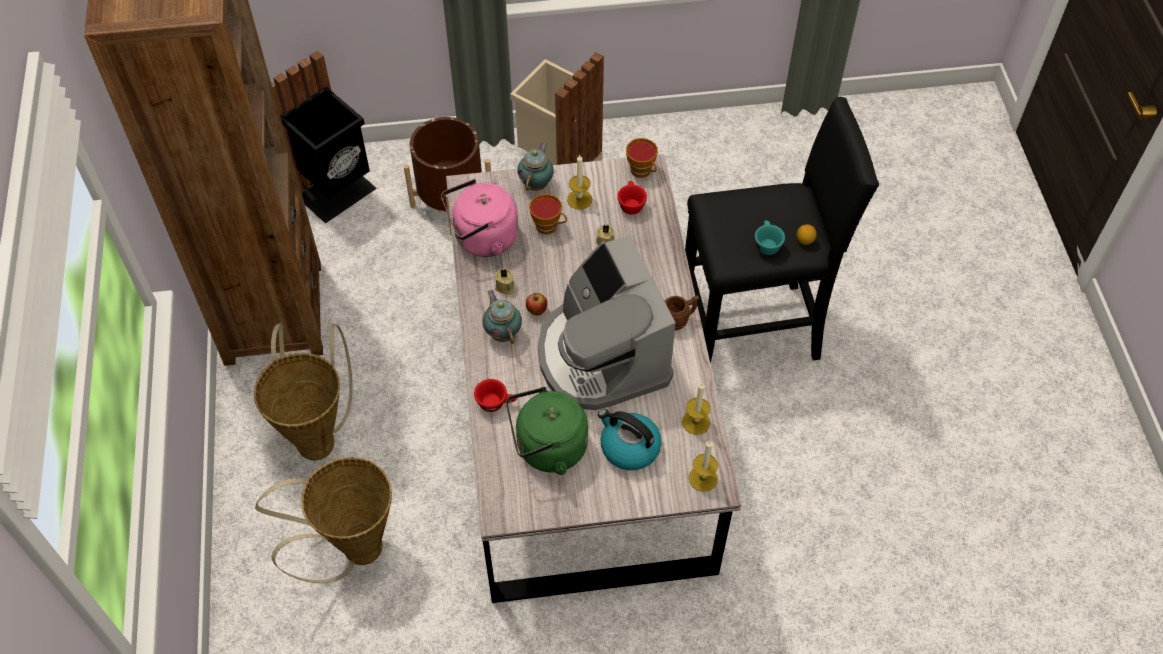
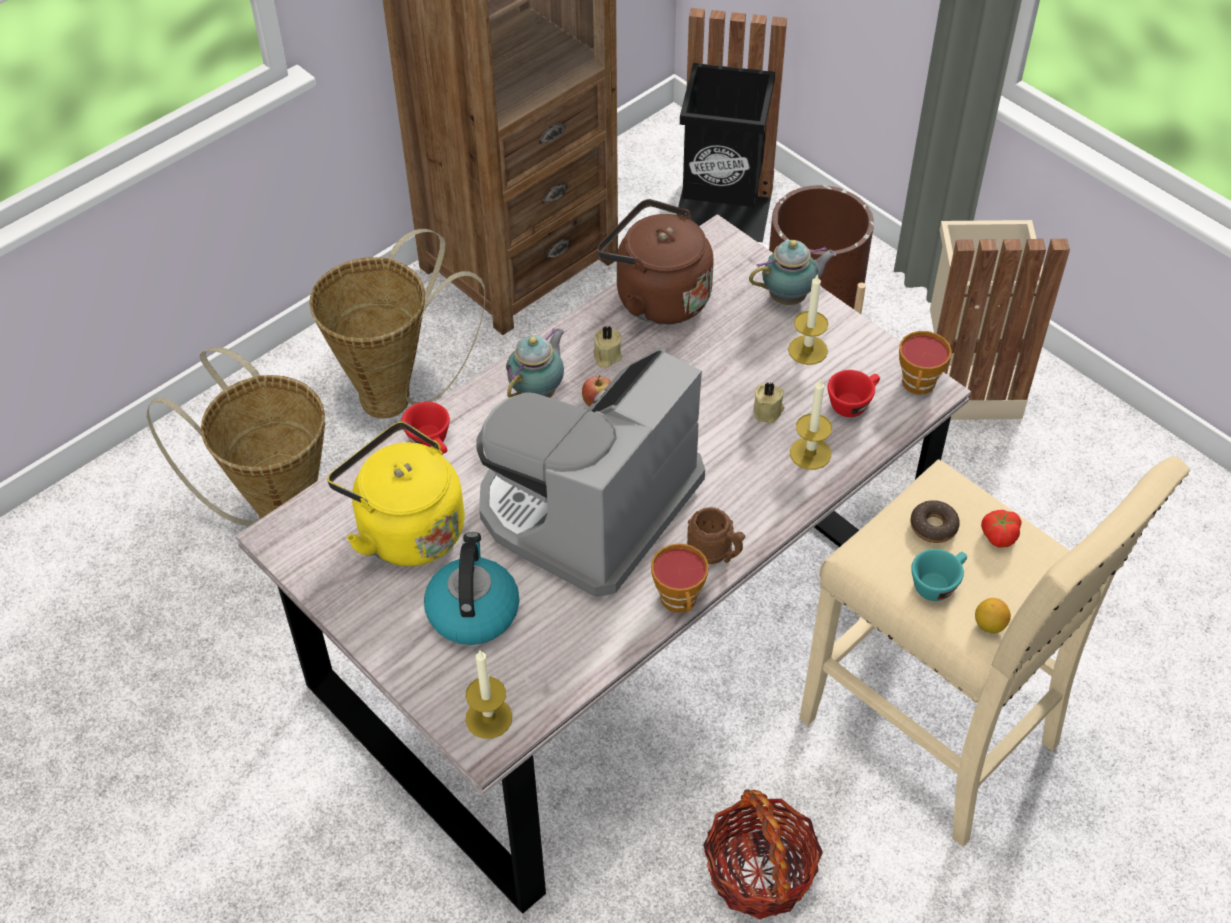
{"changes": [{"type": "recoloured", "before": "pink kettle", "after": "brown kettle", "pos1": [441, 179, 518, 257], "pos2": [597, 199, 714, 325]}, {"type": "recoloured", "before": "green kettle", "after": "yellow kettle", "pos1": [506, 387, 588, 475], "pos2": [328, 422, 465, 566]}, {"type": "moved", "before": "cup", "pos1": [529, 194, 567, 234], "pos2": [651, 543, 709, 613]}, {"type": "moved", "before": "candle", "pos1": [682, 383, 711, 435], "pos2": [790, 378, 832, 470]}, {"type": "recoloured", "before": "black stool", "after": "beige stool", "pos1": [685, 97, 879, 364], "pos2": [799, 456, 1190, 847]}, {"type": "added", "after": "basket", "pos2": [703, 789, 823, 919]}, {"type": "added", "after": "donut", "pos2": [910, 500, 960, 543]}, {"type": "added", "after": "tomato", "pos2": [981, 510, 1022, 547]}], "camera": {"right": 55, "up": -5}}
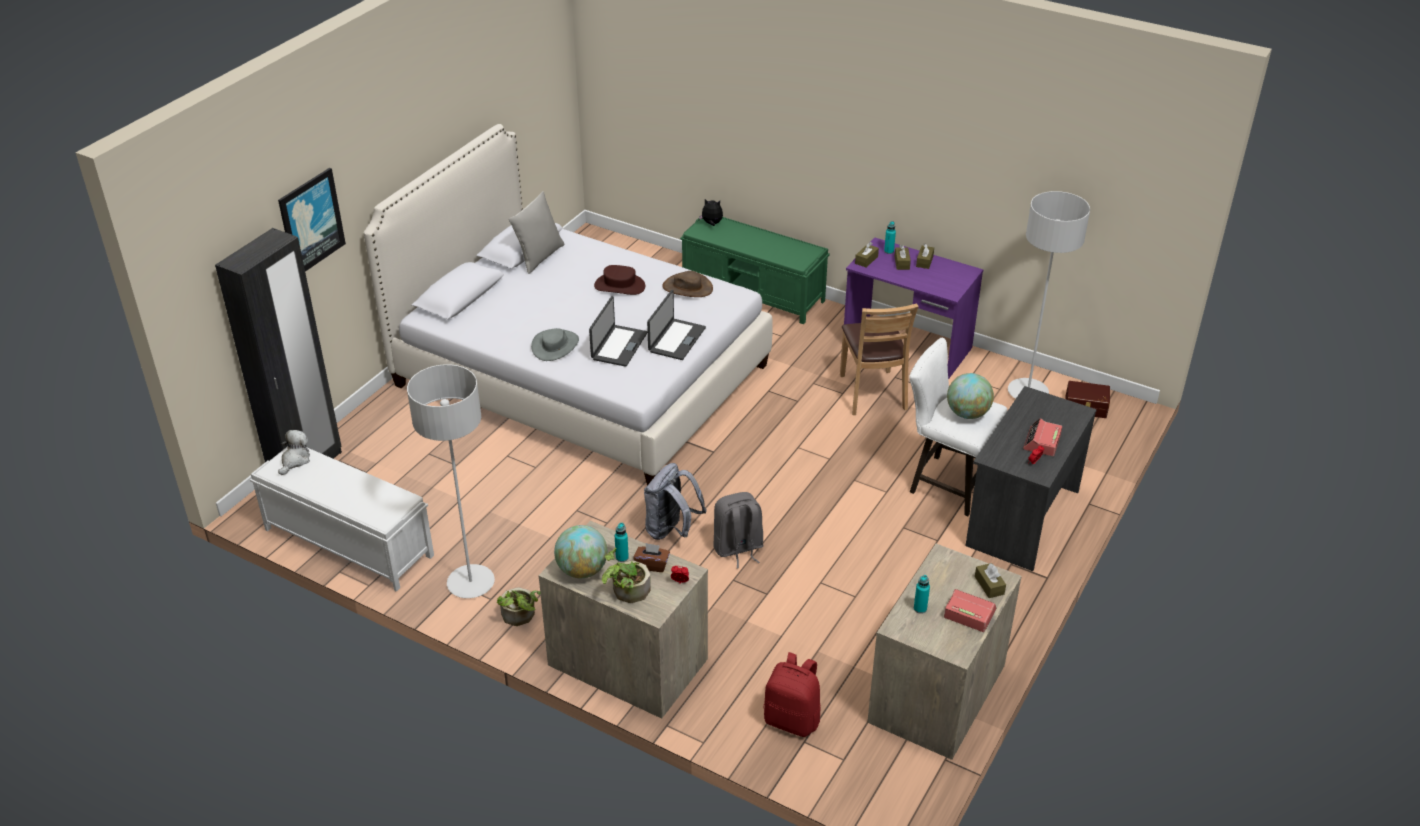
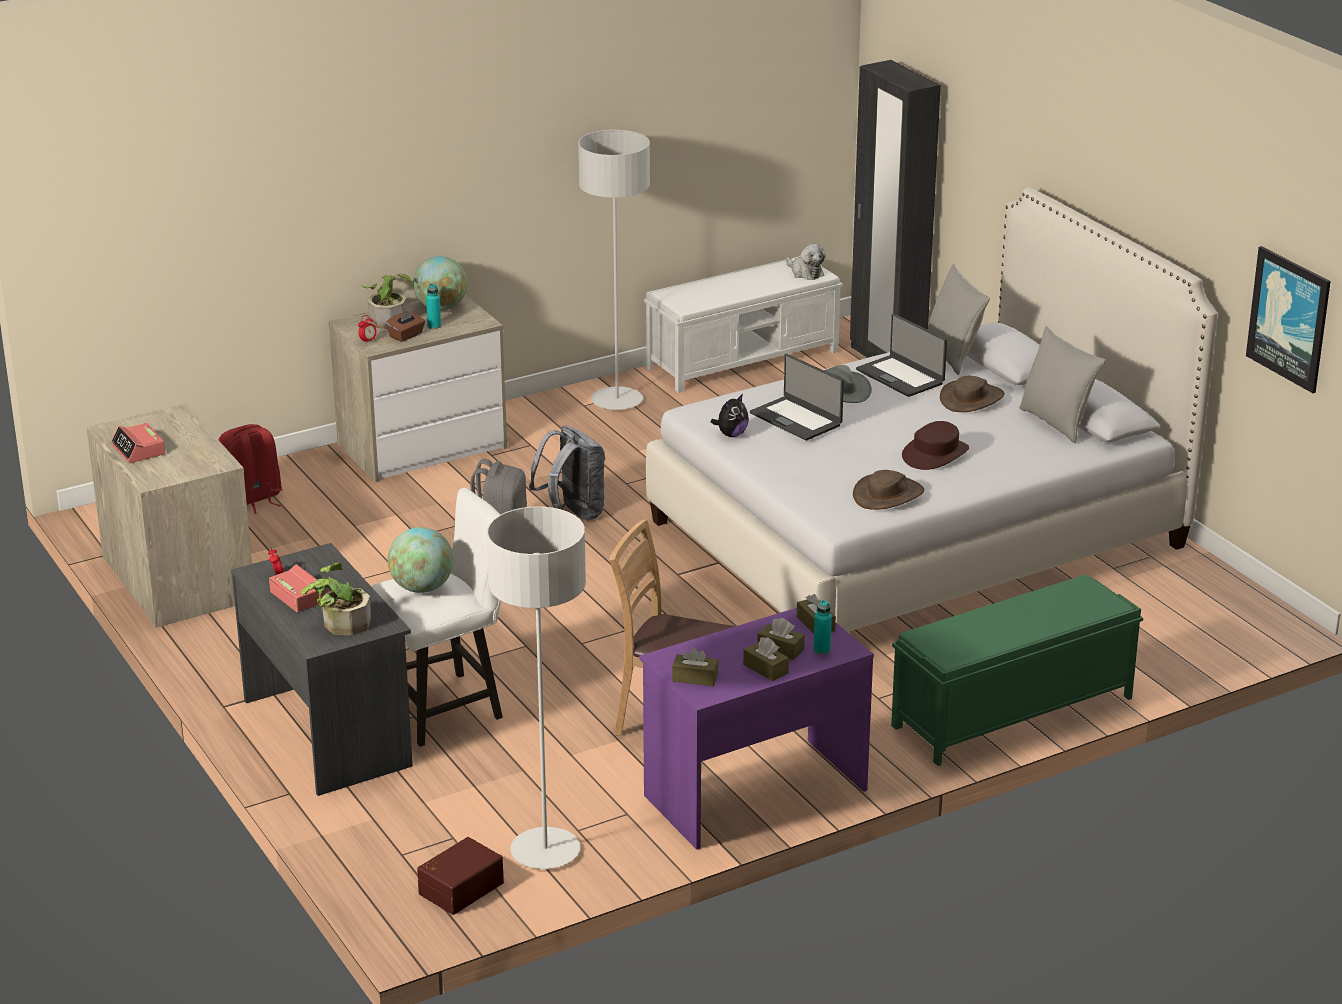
{"changes": [{"type": "moved", "before": "picture", "pos1": [278, 168, 346, 272], "pos2": [1246, 246, 1331, 393]}, {"type": "moved", "before": "potted plant", "pos1": [497, 587, 540, 626], "pos2": [301, 563, 371, 636]}, {"type": "moved", "before": "laptop", "pos1": [647, 290, 706, 360], "pos2": [856, 313, 947, 397]}, {"type": "moved", "before": "plush toy", "pos1": [699, 199, 723, 226], "pos2": [711, 394, 749, 437]}, {"type": "removed", "before": "turquoise bottle", "pos1": [914, 575, 930, 614]}, {"type": "turned", "before": "alarm clock", "pos1": [944, 589, 996, 632], "pos2": [111, 423, 165, 463], "turn": 90}, {"type": "moved", "before": "brown tissue box", "pos1": [975, 563, 1006, 598], "pos2": [672, 648, 718, 686]}, {"type": "added", "after": "grey pillow", "pos2": [928, 264, 990, 375]}, {"type": "added", "after": "brown hat", "pos2": [940, 376, 1005, 412]}], "camera": {"right": 120, "up": -10}}
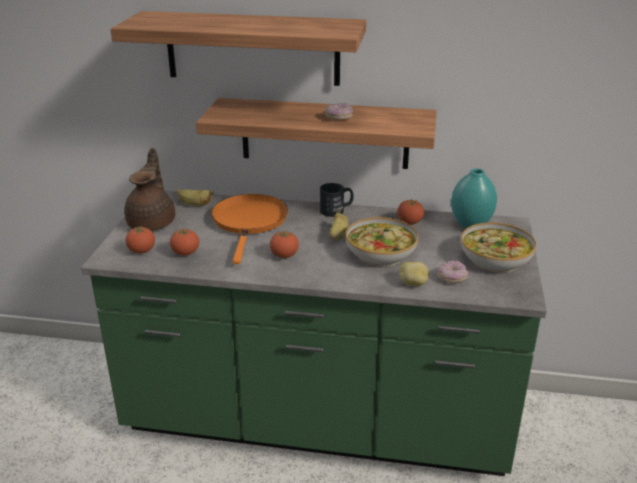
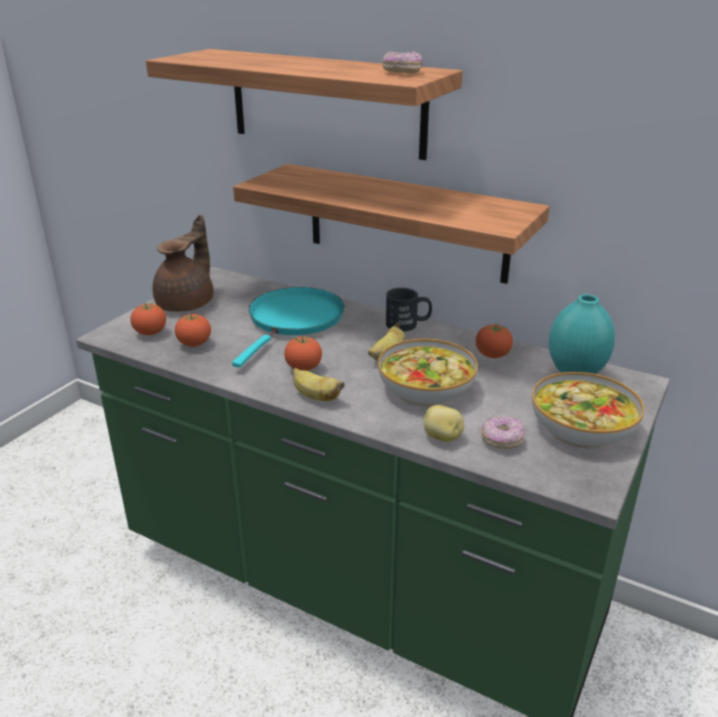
{"changes": [{"type": "moved", "before": "banana", "pos1": [177, 189, 214, 206], "pos2": [293, 368, 345, 401]}, {"type": "recoloured", "before": "orange frying pan", "after": "turquoise frying pan", "pos1": [211, 194, 288, 264], "pos2": [232, 287, 344, 368]}, {"type": "moved", "before": "donut", "pos1": [325, 103, 353, 120], "pos2": [382, 51, 423, 73]}], "camera": {"right": 20, "up": 0}}
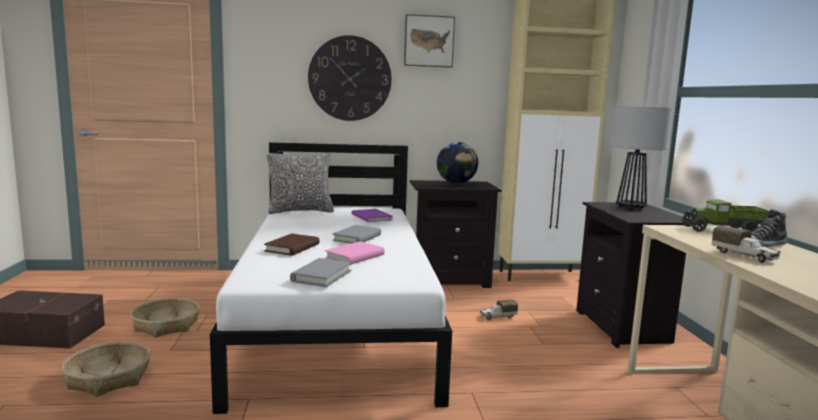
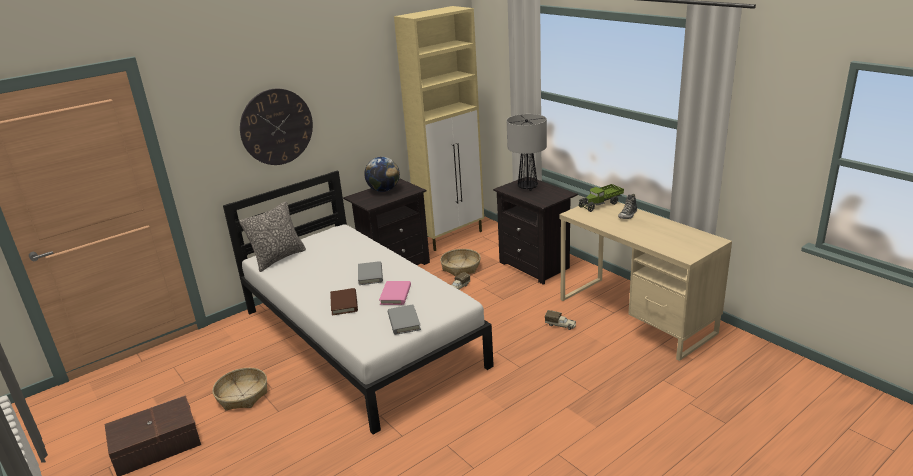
{"changes": [{"type": "moved", "before": "basket", "pos1": [62, 342, 151, 397], "pos2": [440, 249, 481, 277]}, {"type": "removed", "before": "purple book", "pos1": [352, 209, 393, 222]}, {"type": "removed", "before": "picture", "pos1": [404, 14, 455, 68]}, {"type": "moved", "before": "toy truck", "pos1": [712, 225, 780, 263], "pos2": [545, 310, 576, 330]}], "camera": {"right": -30, "up": 15}}
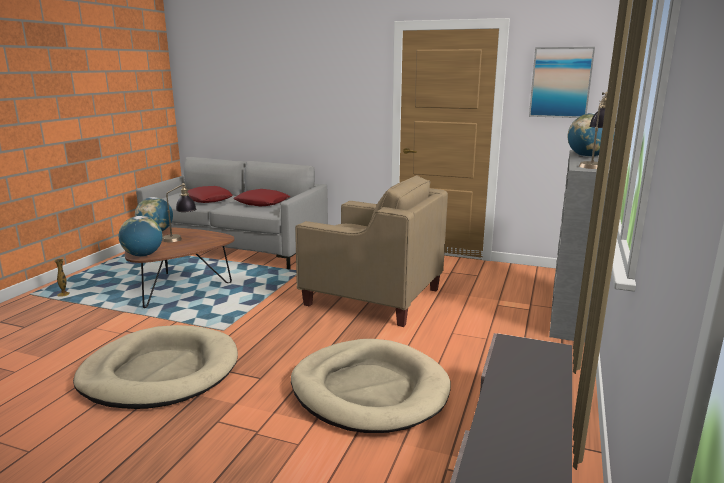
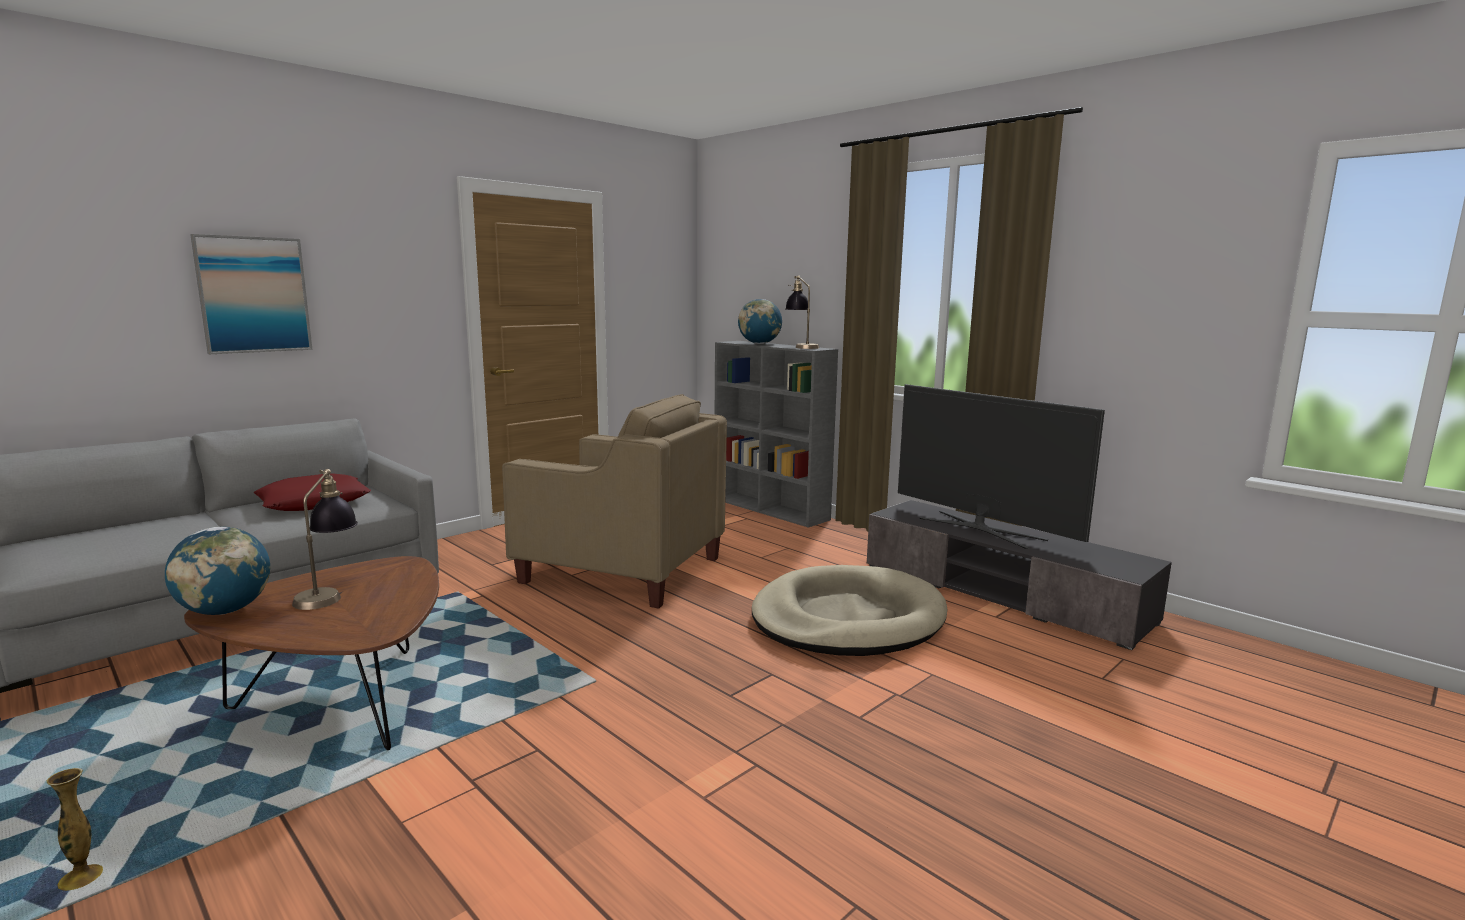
{"changes": [{"type": "removed", "before": "beige dog bed", "pos1": [73, 325, 238, 409]}, {"type": "removed", "before": "globe", "pos1": [119, 216, 163, 256]}, {"type": "removed", "before": "red pillow", "pos1": [188, 186, 233, 203]}, {"type": "turned", "before": "beige armchair", "pos1": [295, 175, 448, 327], "pos2": [502, 394, 727, 609], "turn": 60}, {"type": "moved", "before": "picture", "pos1": [529, 47, 595, 118], "pos2": [190, 234, 313, 354]}, {"type": "added", "after": "television", "pos2": [898, 384, 1105, 549]}], "camera": {"right": -65, "up": -5}}
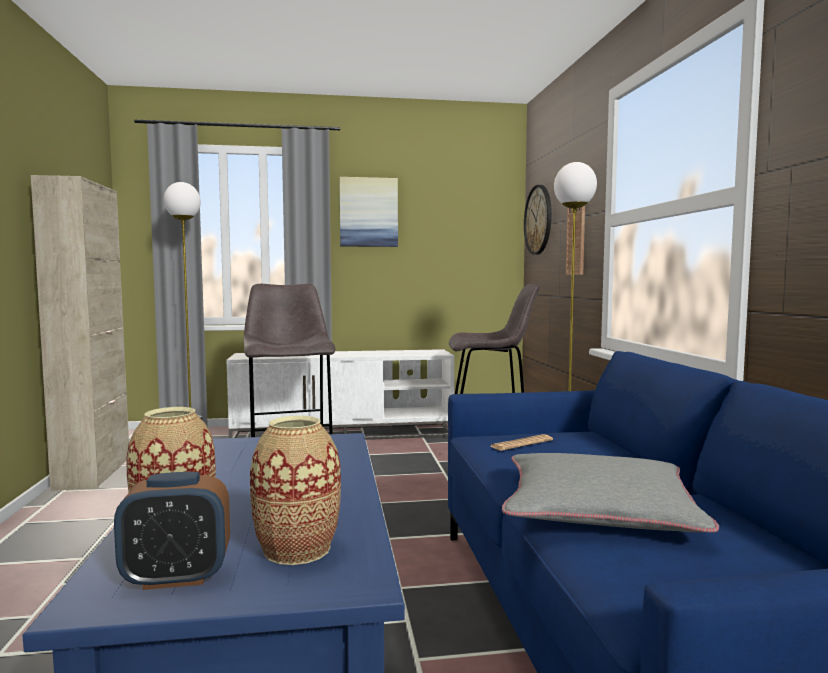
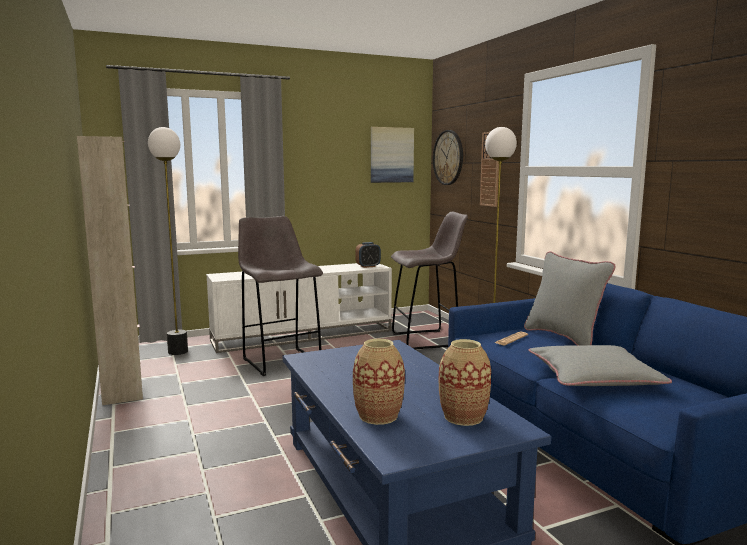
{"changes": [{"type": "moved", "before": "alarm clock", "pos1": [114, 472, 230, 590], "pos2": [355, 242, 381, 268]}, {"type": "moved", "before": "picture", "pos1": [339, 177, 398, 247], "pos2": [371, 127, 414, 183]}, {"type": "added", "after": "grey pillow", "pos2": [524, 251, 615, 345]}], "camera": {"right": -15, "up": 5}}
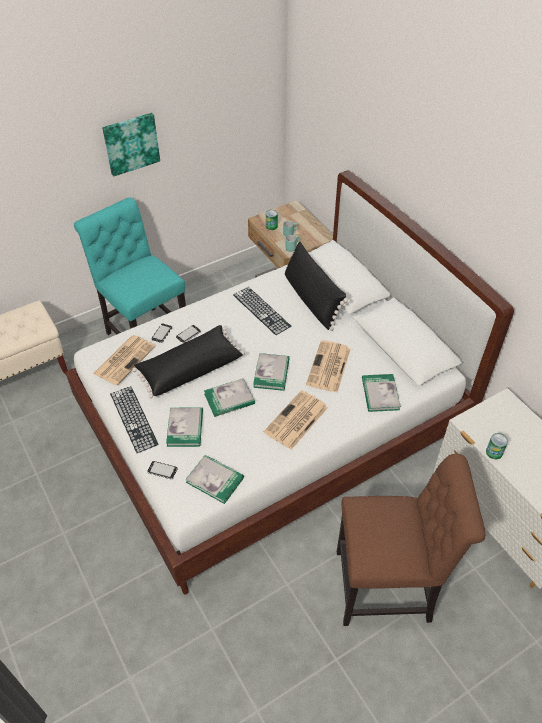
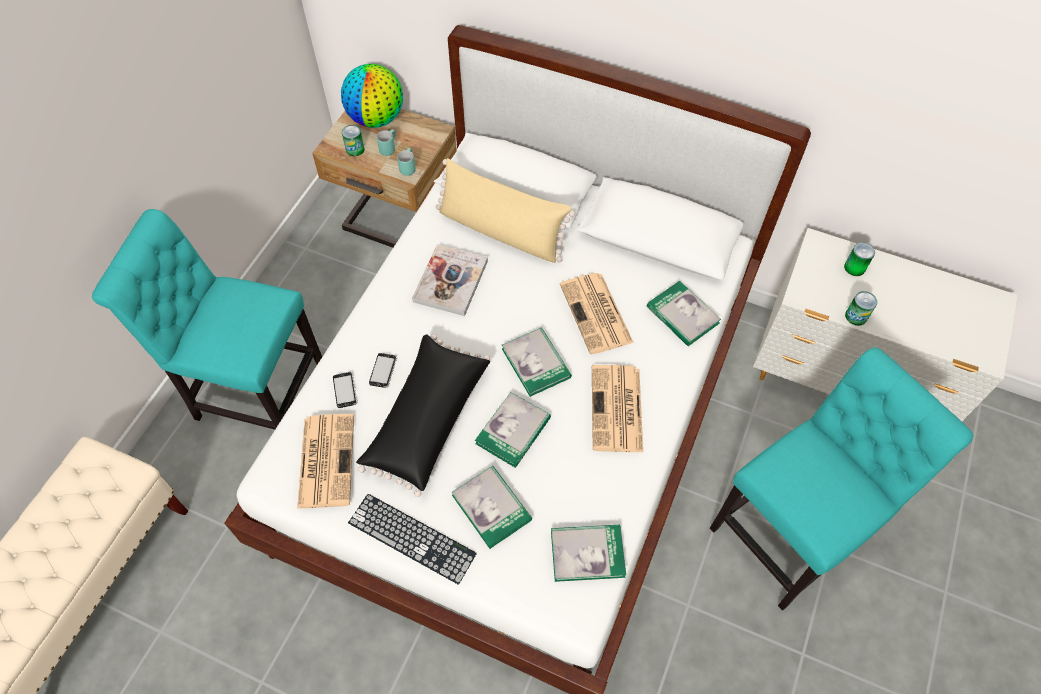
{"changes": [{"type": "removed", "before": "picture", "pos1": [102, 113, 160, 177]}, {"type": "removed", "before": "phone", "pos1": [147, 461, 177, 480]}, {"type": "replaced", "before": "keyboard", "after": "book", "pos1": [233, 287, 291, 335], "pos2": [412, 244, 488, 316]}, {"type": "recoloured", "before": "black pillow", "after": "beige pillow", "pos1": [285, 241, 348, 331], "pos2": [436, 158, 575, 263]}, {"type": "recoloured", "before": "brown chair", "after": "turquoise chair", "pos1": [337, 454, 485, 626], "pos2": [710, 347, 973, 611]}, {"type": "added", "after": "globe", "pos2": [341, 64, 403, 128]}, {"type": "added", "after": "can", "pos2": [844, 242, 875, 276]}], "camera": {"right": -35, "up": 10}}
